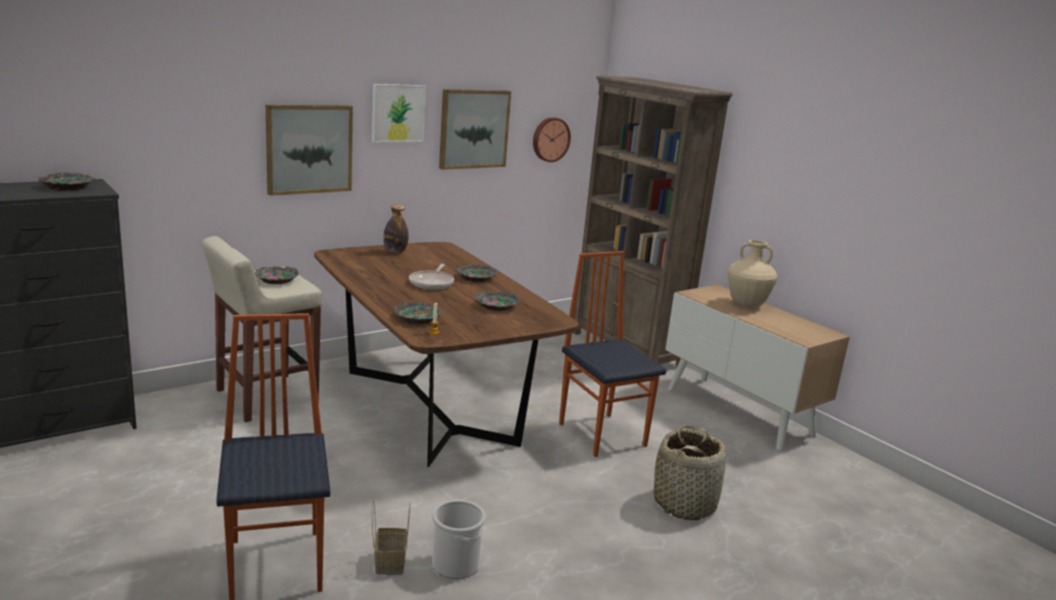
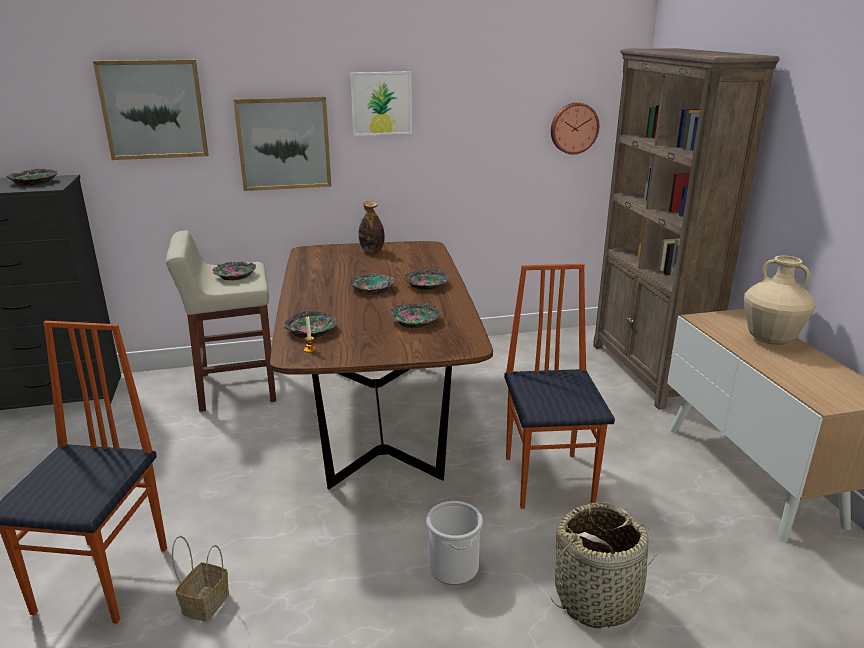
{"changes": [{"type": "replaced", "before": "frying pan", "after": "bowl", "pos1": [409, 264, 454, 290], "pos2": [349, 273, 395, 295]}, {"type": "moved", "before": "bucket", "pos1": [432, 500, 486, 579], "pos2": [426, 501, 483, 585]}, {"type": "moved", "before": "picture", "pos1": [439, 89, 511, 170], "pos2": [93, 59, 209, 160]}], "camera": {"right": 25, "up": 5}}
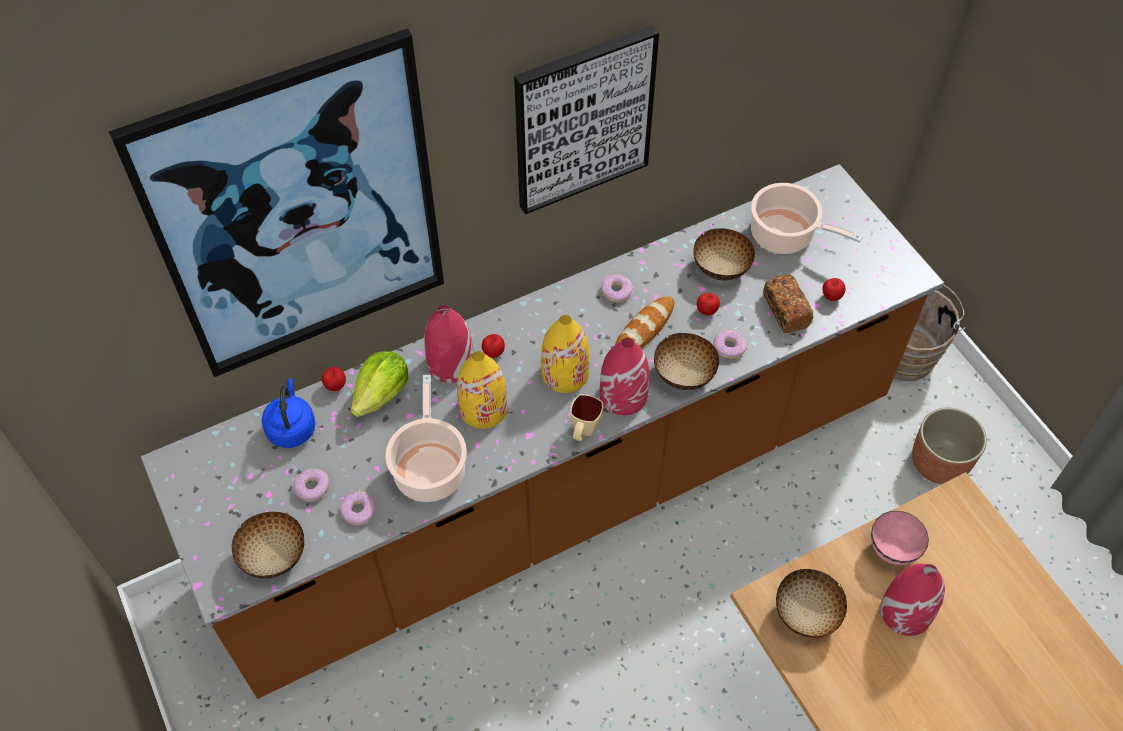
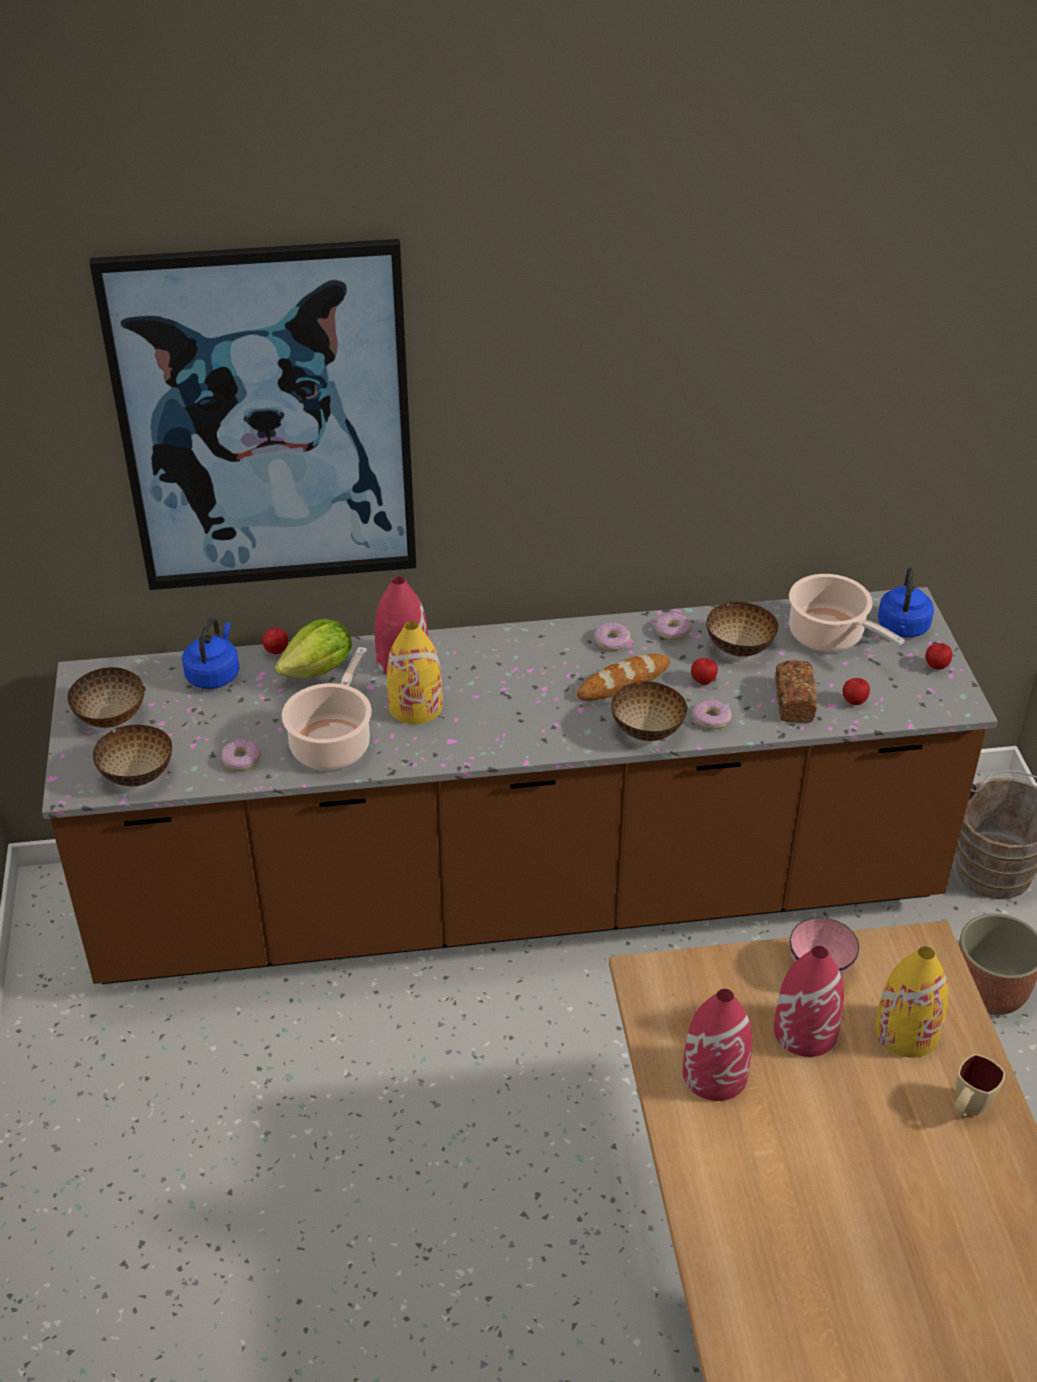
{"changes": [{"type": "moved", "before": "donut", "pos1": [294, 468, 330, 502], "pos2": [655, 613, 691, 640]}, {"type": "moved", "before": "apple", "pos1": [482, 334, 505, 358], "pos2": [926, 643, 952, 670]}, {"type": "removed", "before": "picture", "pos1": [514, 25, 659, 214]}, {"type": "moved", "before": "yellow vase", "pos1": [541, 315, 589, 393], "pos2": [875, 947, 948, 1058]}, {"type": "moved", "before": "beige mug", "pos1": [570, 394, 603, 441], "pos2": [954, 1054, 1005, 1116]}, {"type": "moved", "before": "red vase", "pos1": [599, 338, 649, 415], "pos2": [683, 989, 752, 1101]}, {"type": "moved", "before": "bowl", "pos1": [776, 569, 847, 638], "pos2": [67, 667, 145, 728]}, {"type": "added", "after": "blue kettle", "pos2": [878, 567, 934, 638]}], "camera": {"right": 20, "up": -15}}
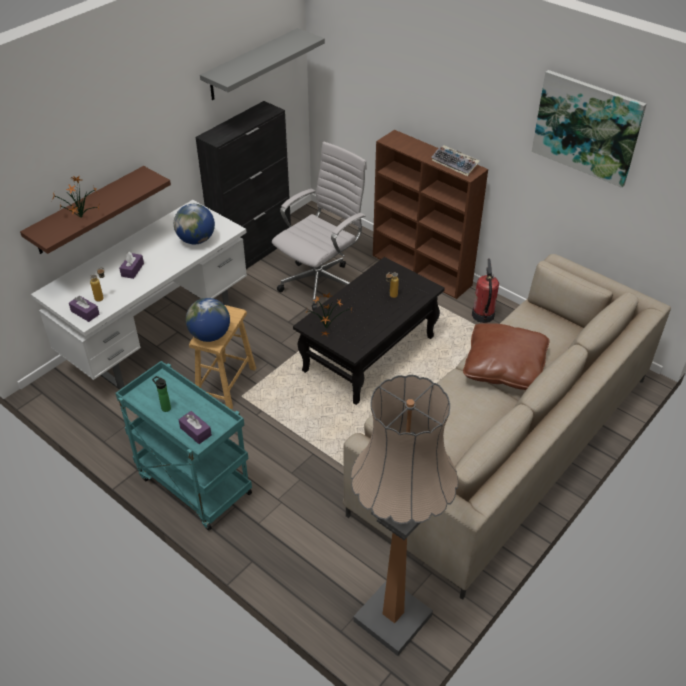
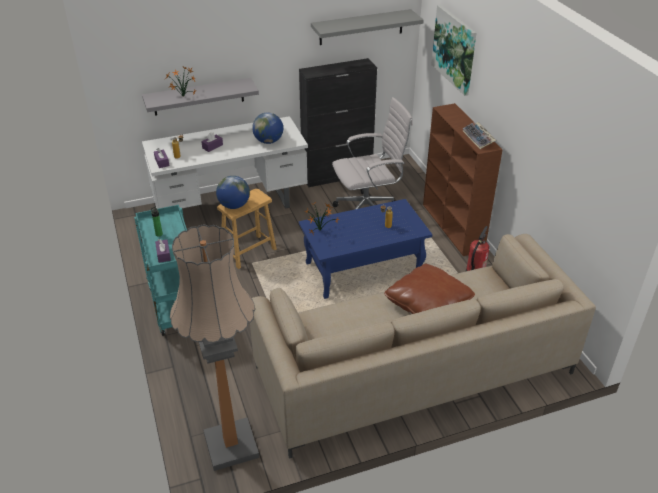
{"changes": [{"type": "recoloured", "before": "brown shelf", "after": "grey shelf", "pos1": [20, 166, 171, 254], "pos2": [142, 78, 259, 116]}, {"type": "recoloured", "before": "black coffee table", "after": "blue coffee table", "pos1": [293, 257, 445, 405], "pos2": [299, 199, 432, 299]}, {"type": "moved", "before": "picture", "pos1": [532, 70, 647, 188], "pos2": [431, 5, 476, 96]}], "camera": {"right": 30, "up": -5}}
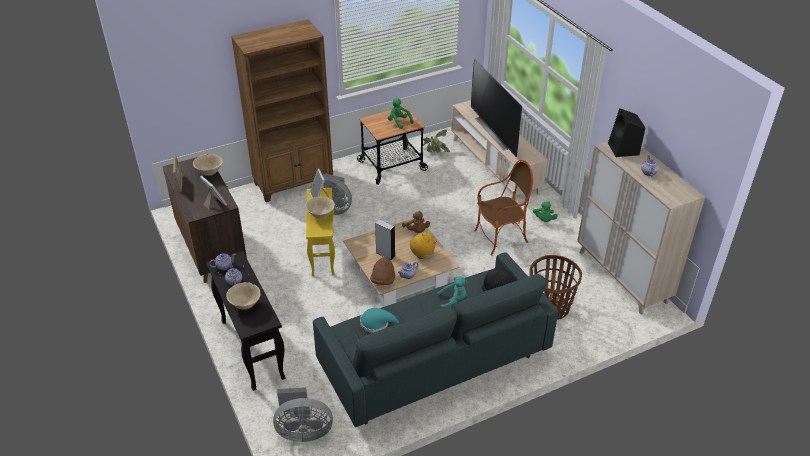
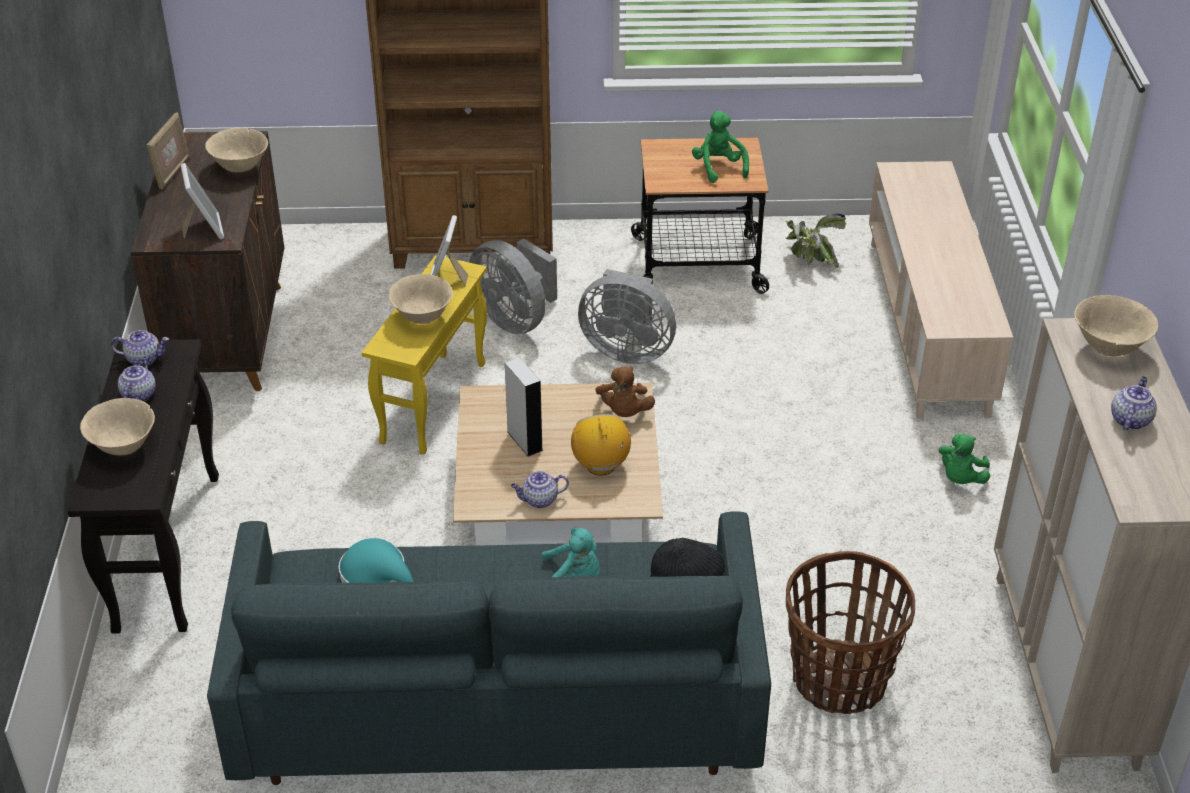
{"changes": [{"type": "moved", "before": "grey fan", "pos1": [273, 387, 333, 442], "pos2": [578, 269, 676, 364]}, {"type": "removed", "before": "brown hat", "pos1": [370, 257, 395, 285]}, {"type": "removed", "before": "television", "pos1": [471, 58, 522, 157]}, {"type": "removed", "before": "armchair", "pos1": [474, 160, 533, 255]}, {"type": "replaced", "before": "black speaker", "after": "beige bowl", "pos1": [608, 108, 645, 157], "pos2": [1074, 295, 1158, 356]}], "camera": {"right": 25, "up": 0}}
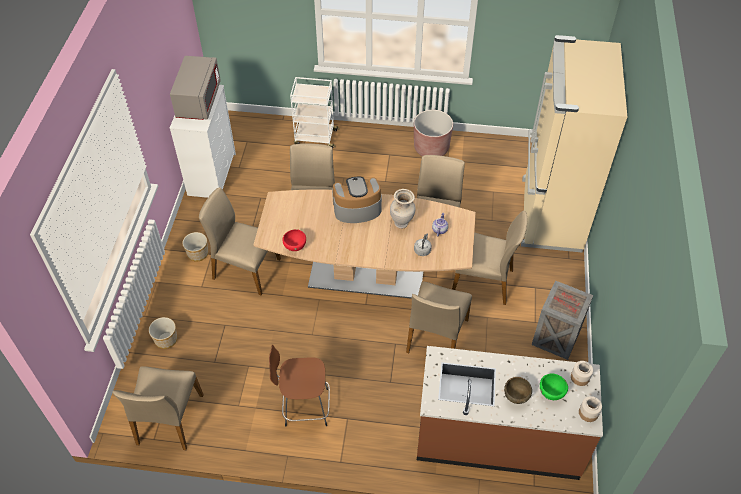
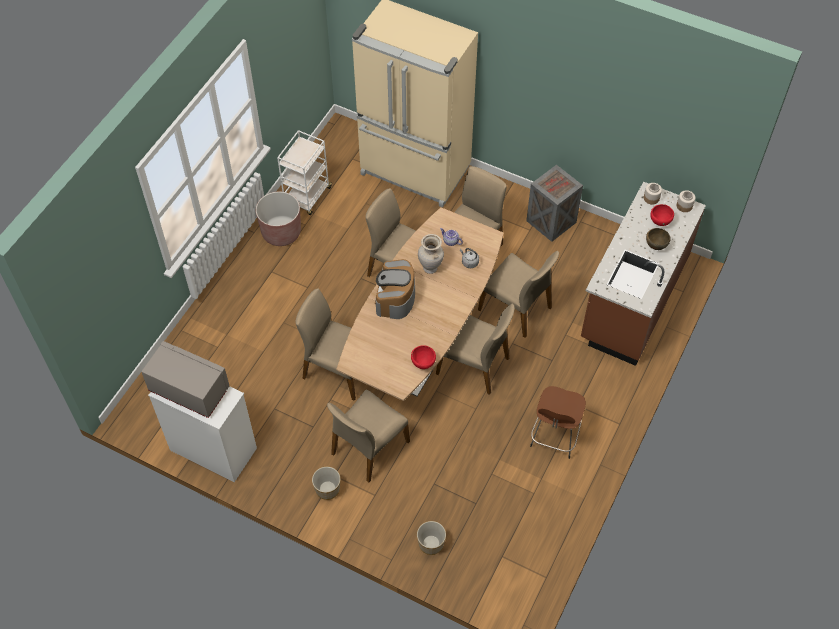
{"changes": [{"type": "moved", "before": "beige chair", "pos1": [113, 366, 204, 450], "pos2": [436, 304, 515, 395]}, {"type": "moved", "before": "white cart", "pos1": [290, 77, 339, 149], "pos2": [277, 130, 333, 215]}, {"type": "recoloured", "before": "green bowl", "after": "red bowl", "pos1": [540, 373, 568, 400], "pos2": [650, 204, 674, 226]}], "camera": {"right": -70, "up": 5}}
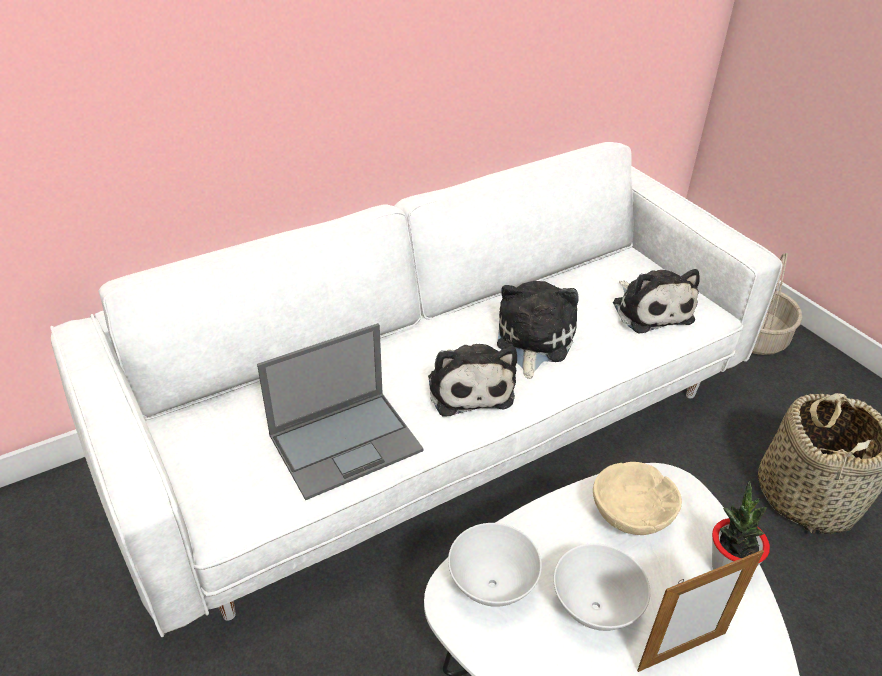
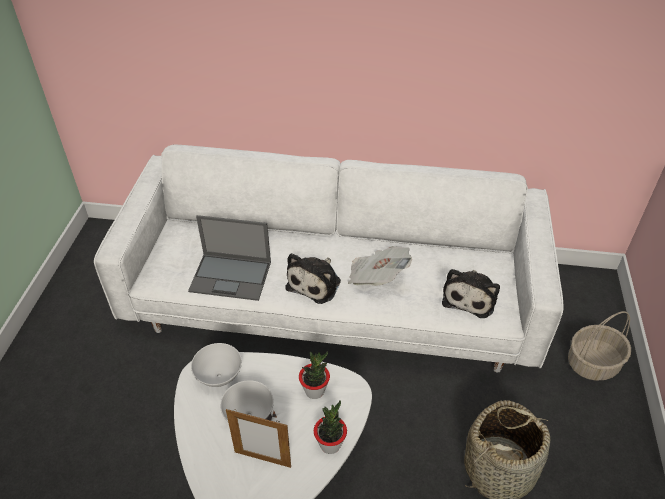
{"changes": [{"type": "replaced", "before": "plush toy", "after": "newspaper", "pos1": [497, 281, 579, 379], "pos2": [348, 246, 412, 286]}, {"type": "replaced", "before": "beige bowl", "after": "potted plant", "pos1": [593, 462, 682, 535], "pos2": [299, 351, 330, 399]}], "camera": {"right": 40, "up": 5}}
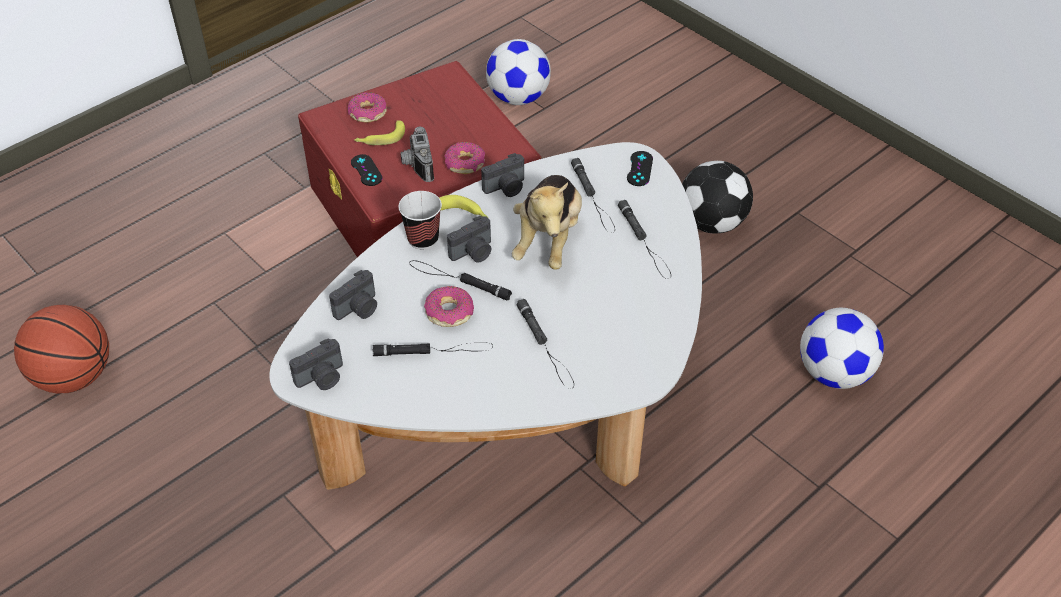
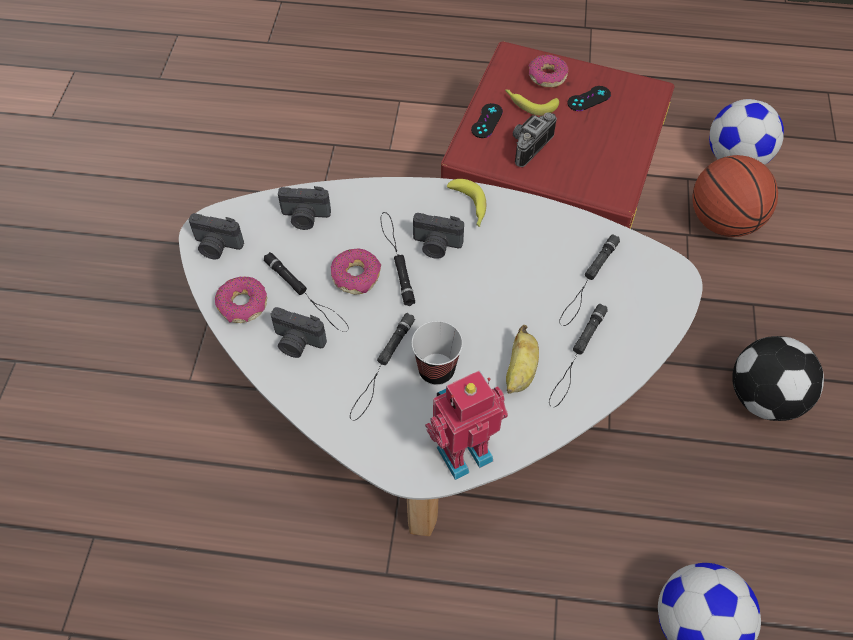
{"changes": [{"type": "moved", "before": "basketball", "pos1": [14, 305, 109, 393], "pos2": [692, 155, 778, 237]}, {"type": "moved", "before": "cup", "pos1": [398, 191, 442, 250], "pos2": [411, 321, 463, 385]}, {"type": "moved", "before": "donut", "pos1": [444, 142, 485, 174], "pos2": [215, 277, 267, 323]}, {"type": "moved", "before": "photo camera", "pos1": [481, 153, 524, 197], "pos2": [270, 307, 327, 358]}, {"type": "removed", "before": "plush toy", "pos1": [512, 175, 582, 269]}, {"type": "moved", "before": "black game controller", "pos1": [627, 151, 653, 186], "pos2": [567, 86, 611, 111]}, {"type": "added", "after": "toy robot", "pos2": [425, 370, 508, 480]}, {"type": "added", "after": "banana", "pos2": [506, 325, 539, 394]}], "camera": {"right": 50, "up": 10}}
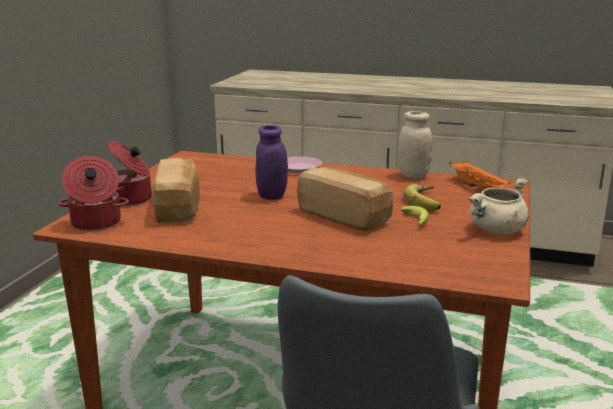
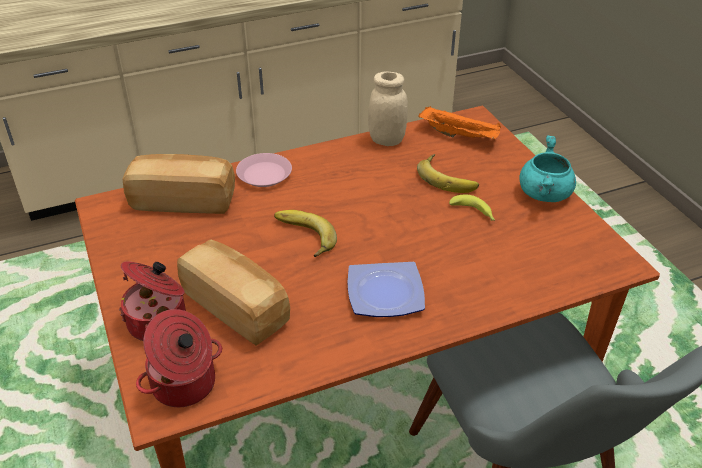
{"changes": [{"type": "replaced", "before": "purple jar", "after": "banana", "pos1": [255, 125, 288, 200], "pos2": [274, 210, 337, 257]}, {"type": "moved", "before": "bread", "pos1": [297, 167, 393, 232], "pos2": [122, 154, 235, 214]}, {"type": "recoloured", "before": "beige cooking pot", "after": "turquoise cooking pot", "pos1": [468, 178, 529, 234], "pos2": [519, 135, 576, 202]}, {"type": "added", "after": "plate", "pos2": [347, 262, 425, 317]}], "camera": {"right": -40, "up": 20}}
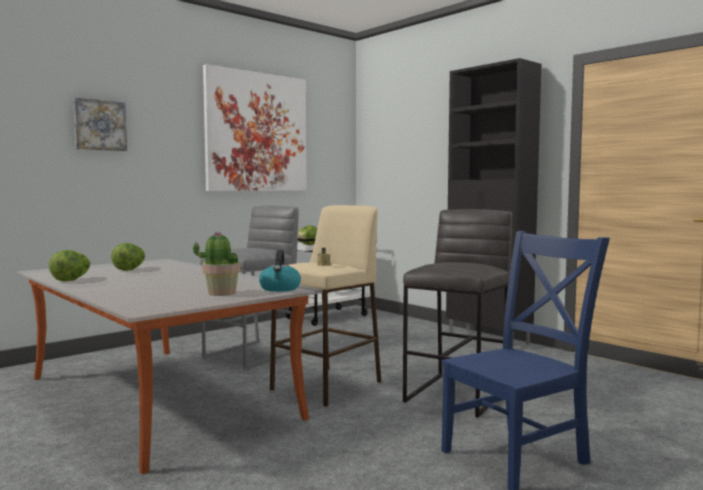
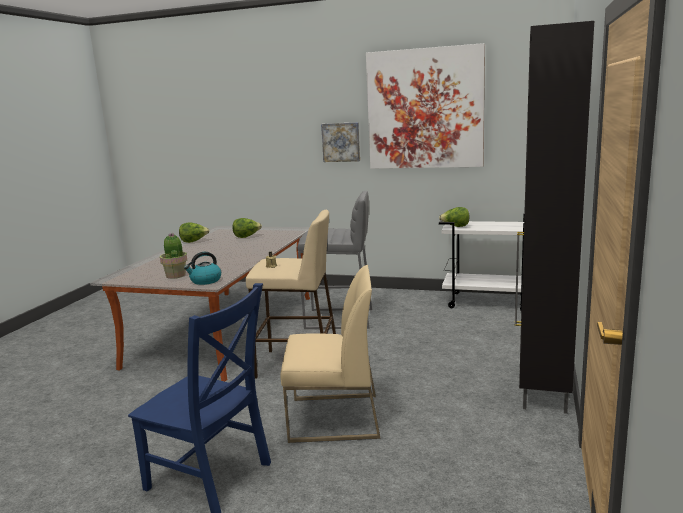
{"changes": [{"type": "moved", "before": "picture", "pos1": [73, 98, 127, 151], "pos2": [321, 122, 360, 162]}, {"type": "replaced", "before": "grey stool", "after": "beige chair", "pos1": [403, 209, 513, 418], "pos2": [280, 265, 380, 443]}], "camera": {"right": 60, "up": 10}}
